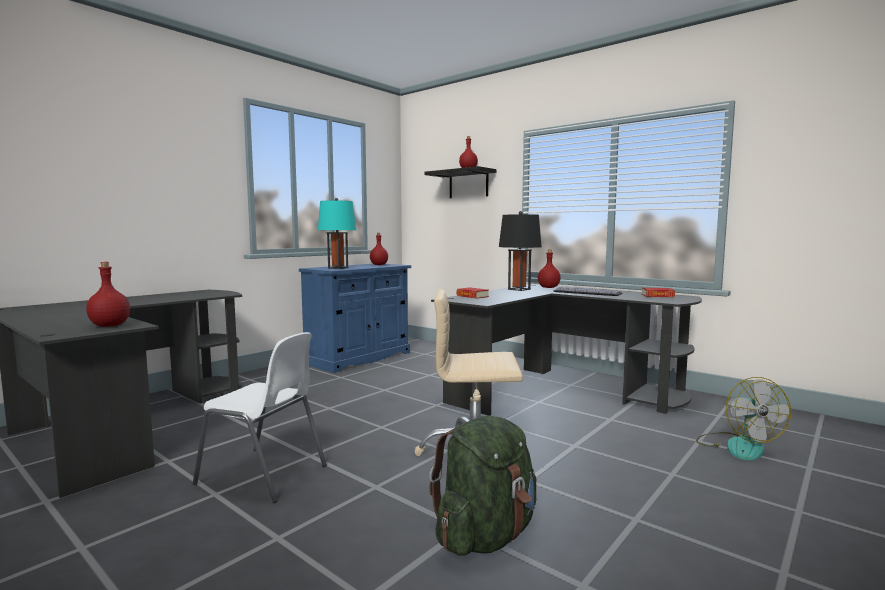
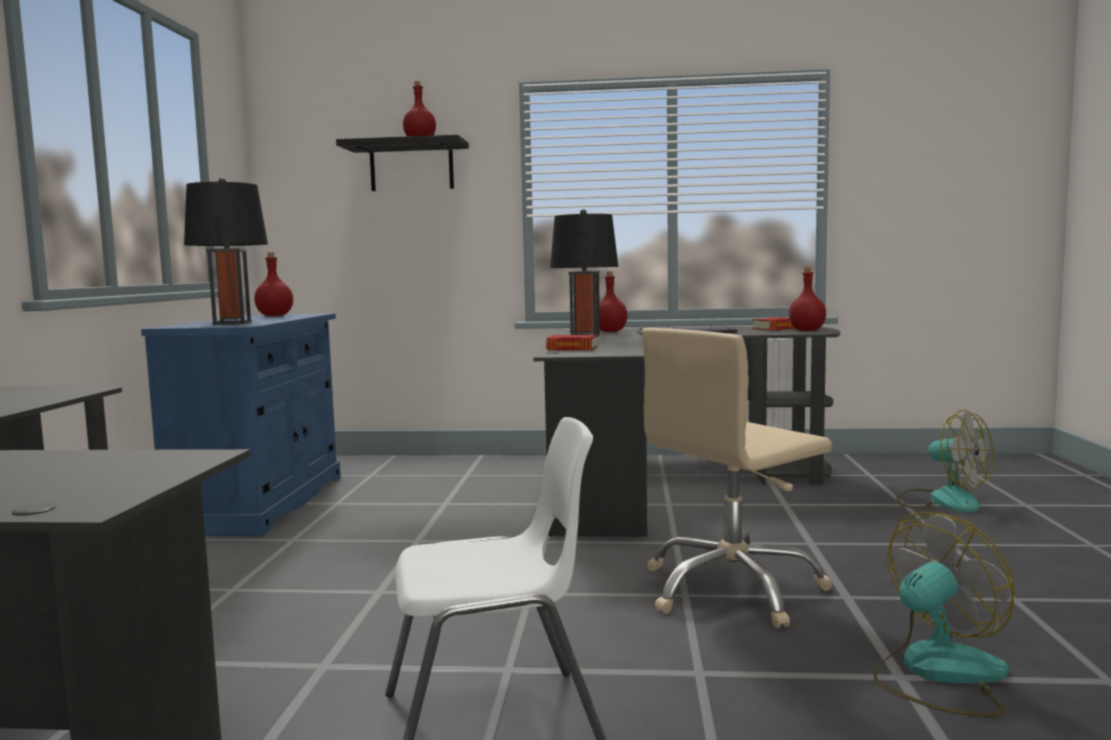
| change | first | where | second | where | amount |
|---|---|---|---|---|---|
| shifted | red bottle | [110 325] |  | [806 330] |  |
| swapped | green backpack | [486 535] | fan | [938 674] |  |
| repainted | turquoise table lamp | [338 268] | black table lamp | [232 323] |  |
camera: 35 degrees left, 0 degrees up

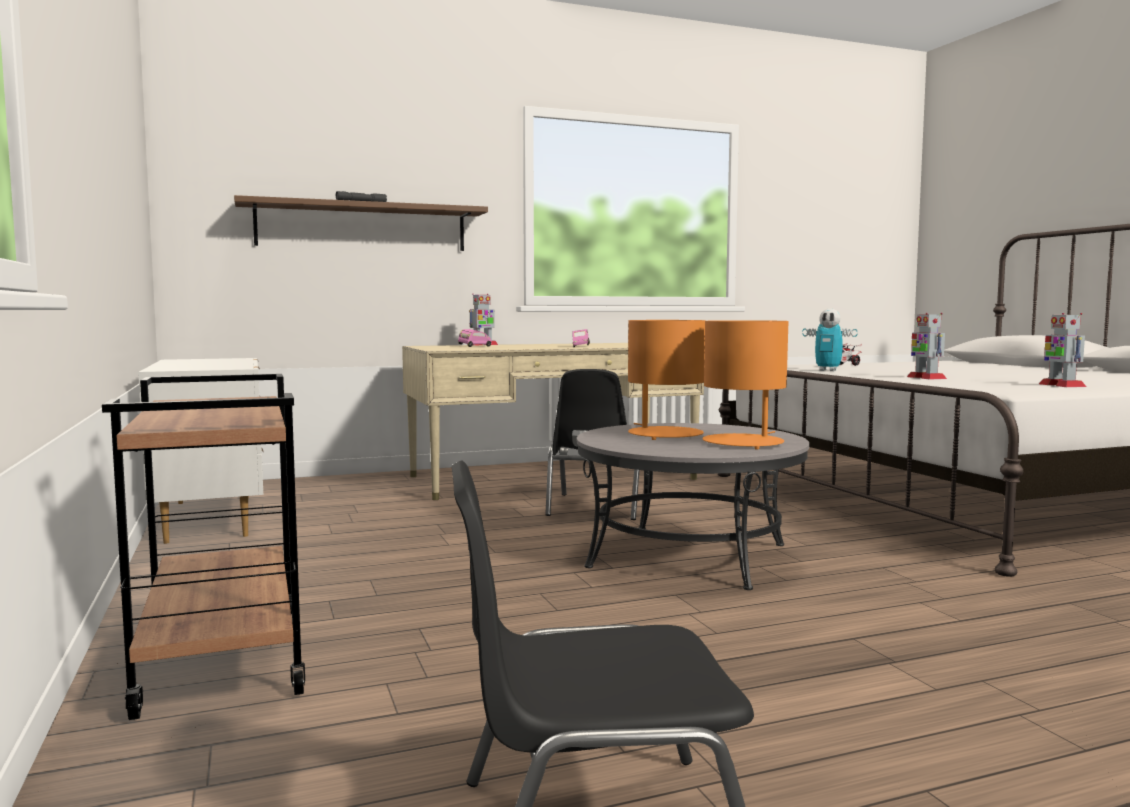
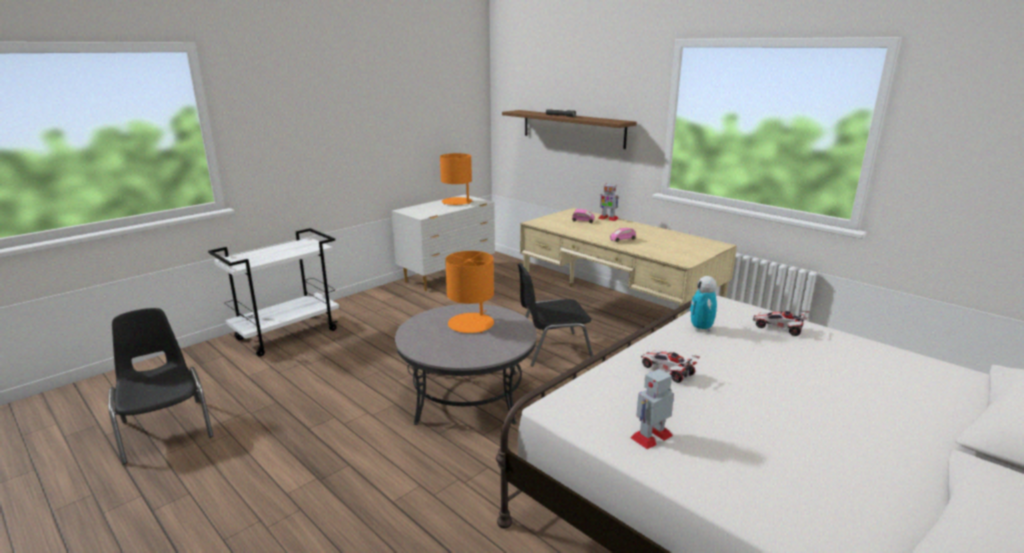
| change | first | where | second | where | amount |
|---|---|---|---|---|---|
| shifted | orange table lamp | [743 443] |  | [457 202] |  |
| swapped | toy robot | [925 378] | toy car | [667 371] |  |
| repainted | brown cart | [220 658] | white cart | [288 334] |  |
camera: 65 degrees right, 15 degrees up

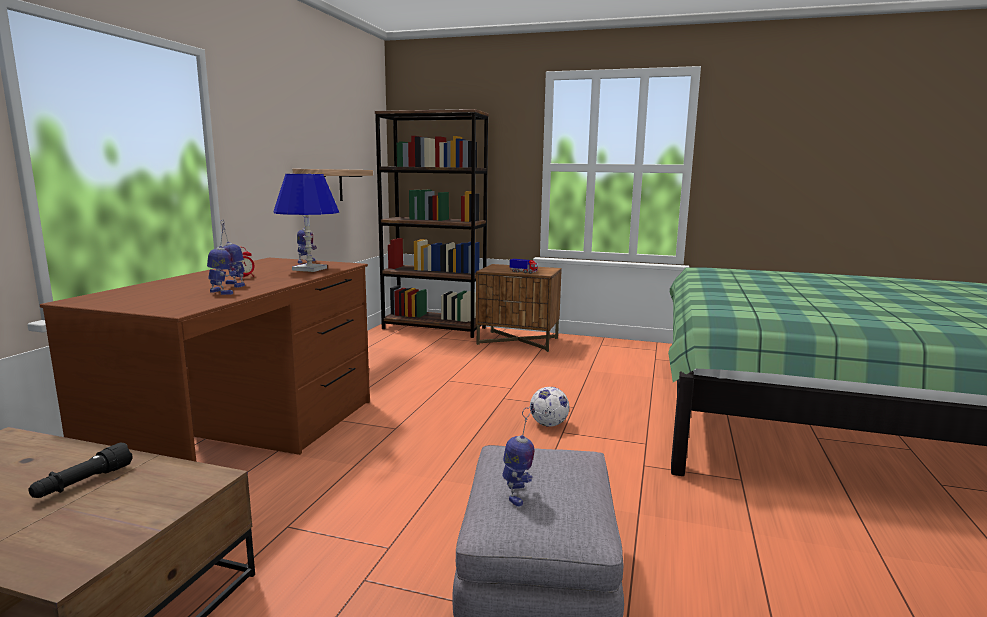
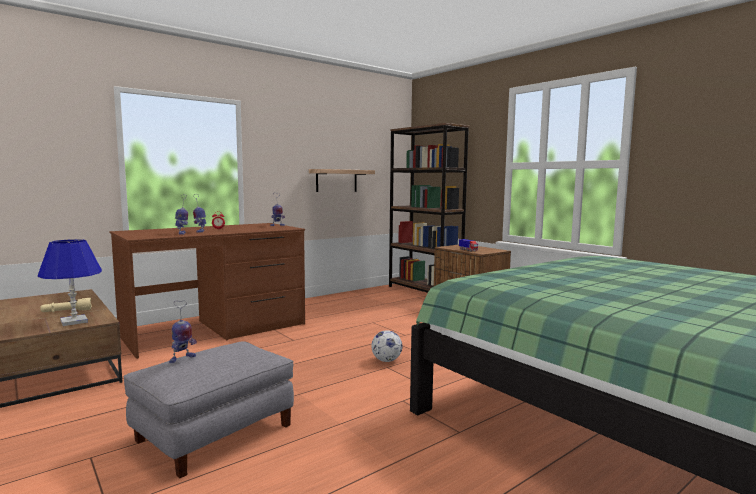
| change | first | where | second | where | amount |
|---|---|---|---|---|---|
| shifted | blue table lamp | [309 269] |  | [74 321] |  |
| repainted | black flashlight | [83 483] | beige flashlight | [67 312] |  |
camera: 35 degrees right, 5 degrees down

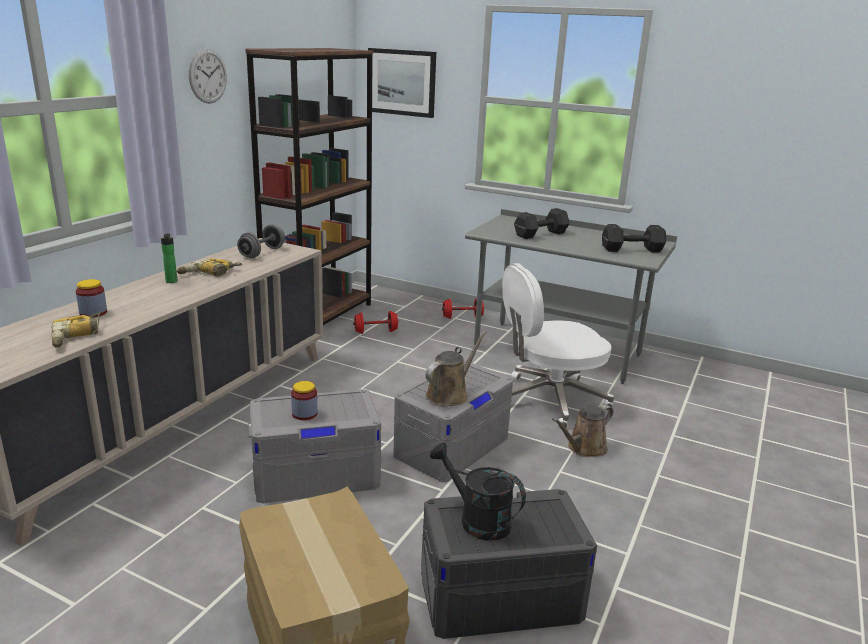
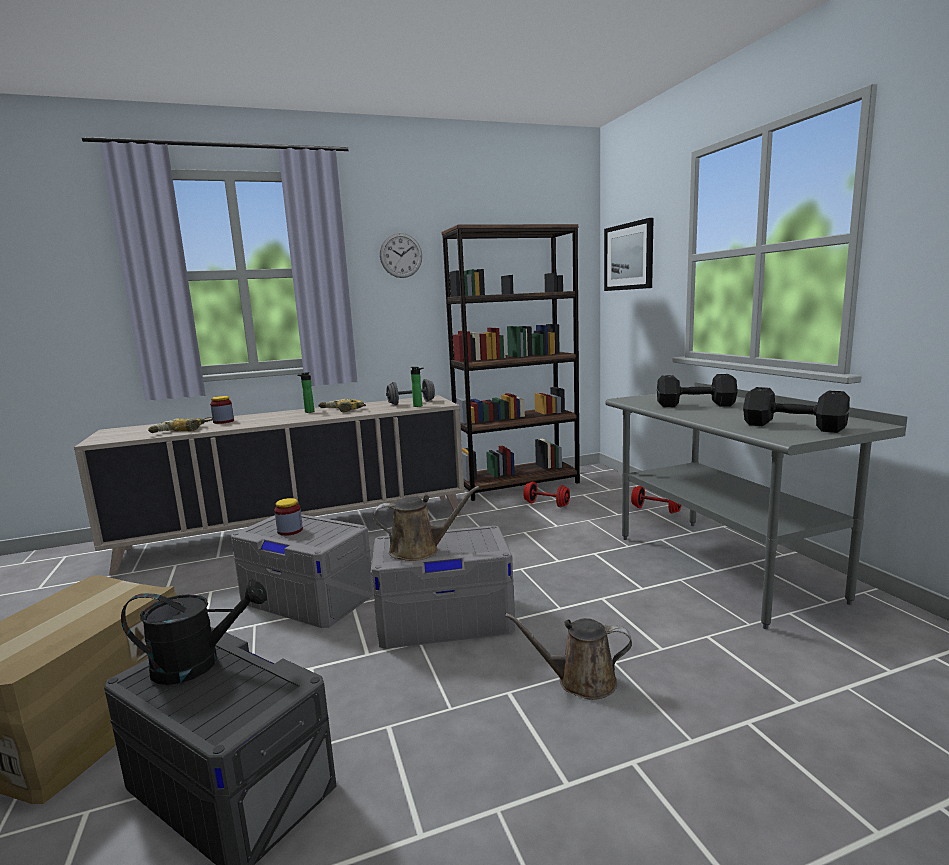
| change | first | where | second | where | amount |
|---|---|---|---|---|---|
| gone | white office chair | [549 400] |  |  |  |
| new |  |  | bottle | [419 406] |  |
| rotated | black watering can | [477 519] |  | [198 663] | 90 degrees clockwise |
camera: 45 degrees right, 10 degrees down

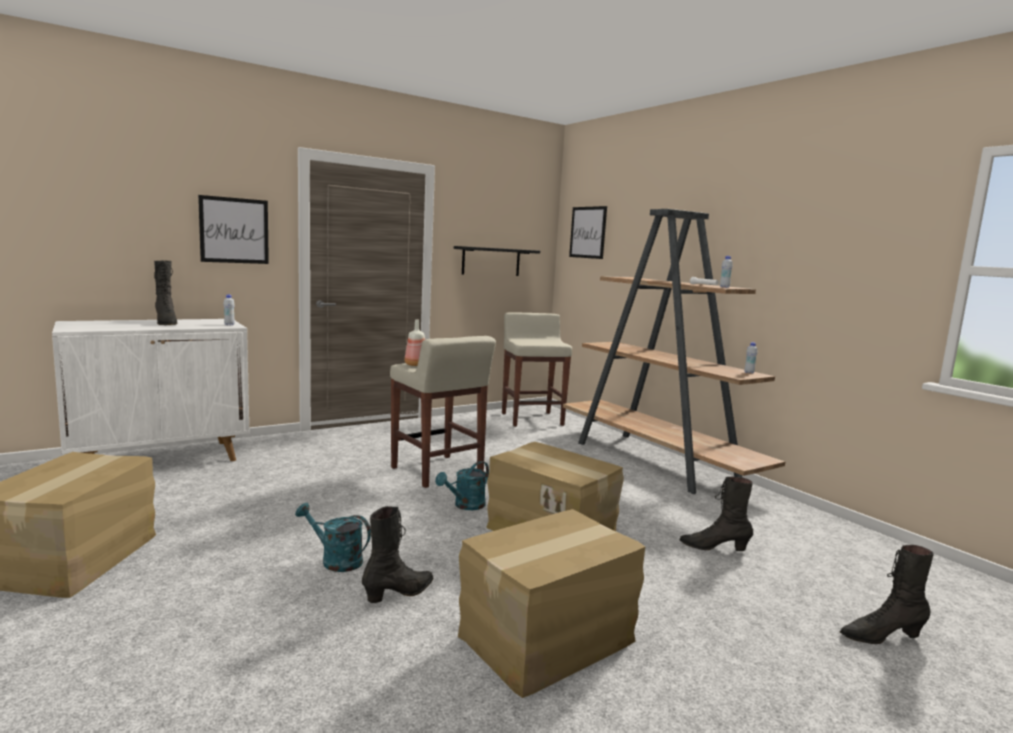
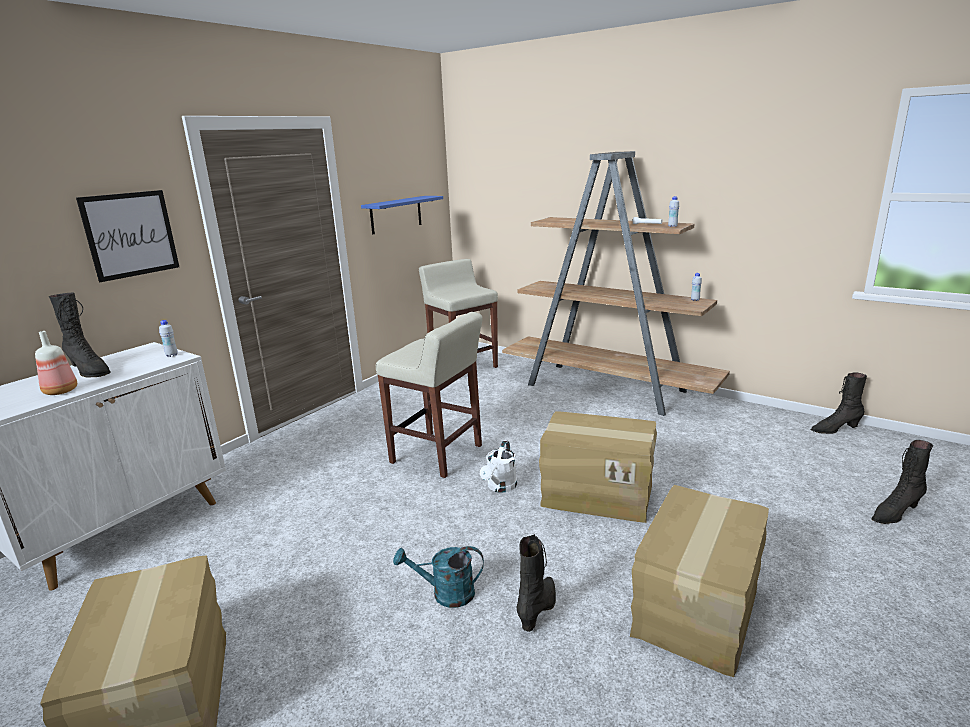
| change | first | where | second | where | amount |
|---|---|---|---|---|---|
| gone | picture | [588 232] |  |  |  |
| shifted | bottle | [414 365] |  | [59 391] |  |
| shifted | black boot | [714 548] |  | [835 429] |  |
| repainted | turquoise watering can | [465 506] | white watering can | [500 487] |  |
| repainted | black shelf | [491 261] | blue shelf | [396 214] |  |
camera: 20 degrees left, 10 degrees up

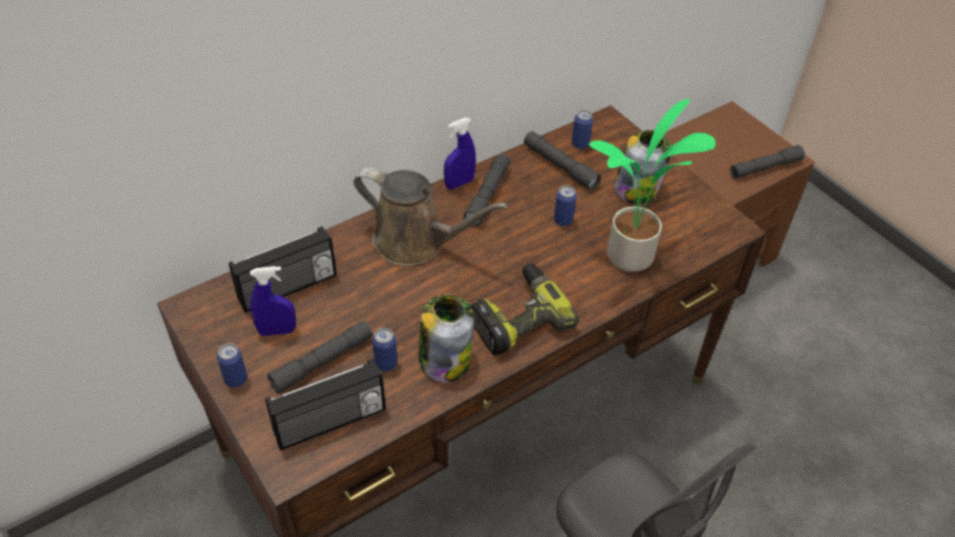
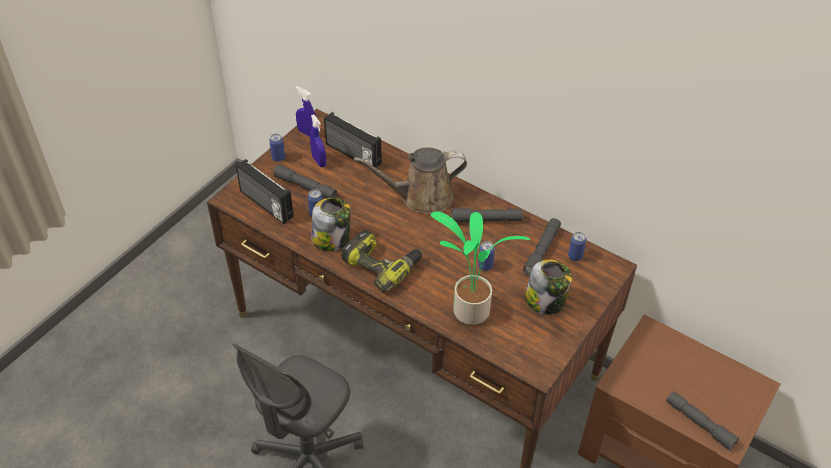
| change | first | where | second | where | amount |
|---|---|---|---|---|---|
| shifted | blue spray bottle | [459 183] |  | [307 133] |  |
| rotated | brown watering can | [416 242] |  | [421 197] | 75 degrees clockwise |
camera: 70 degrees right, 0 degrees up

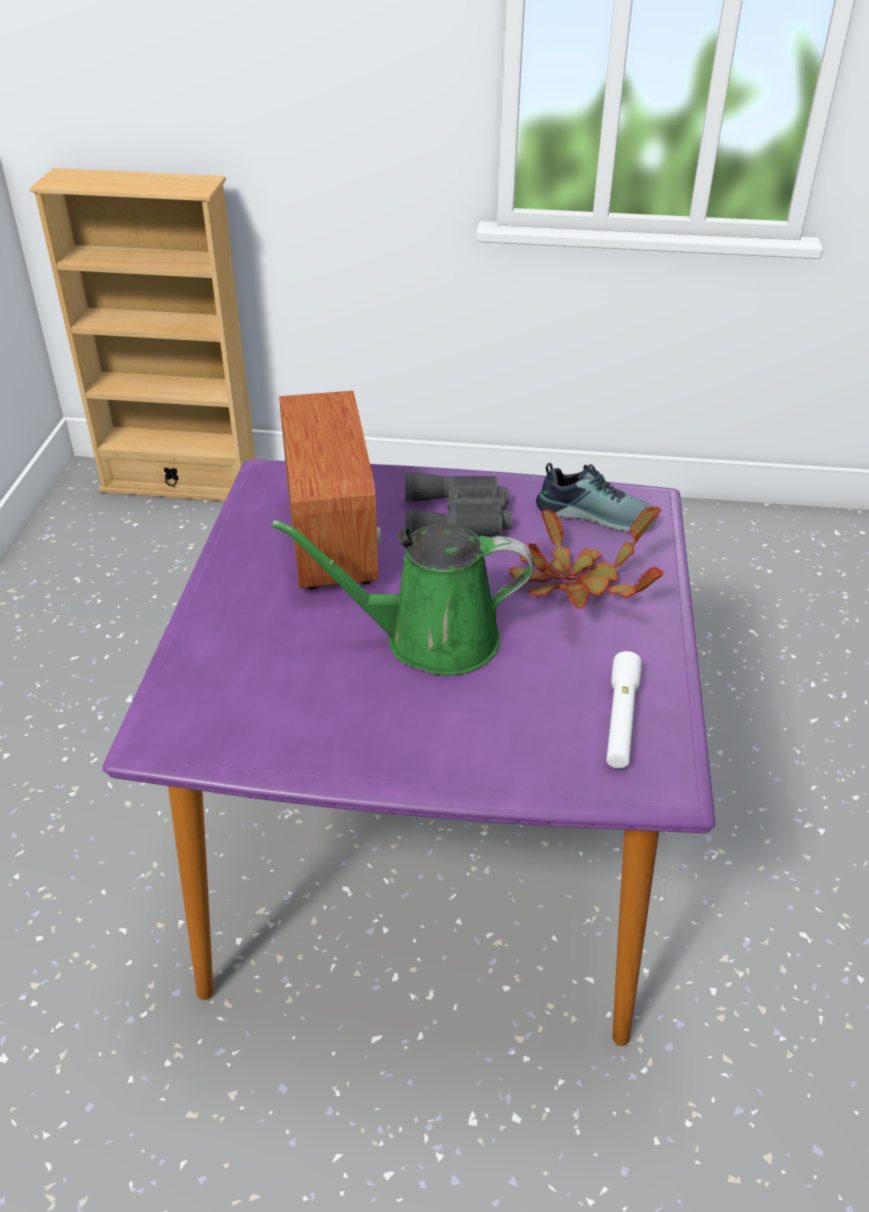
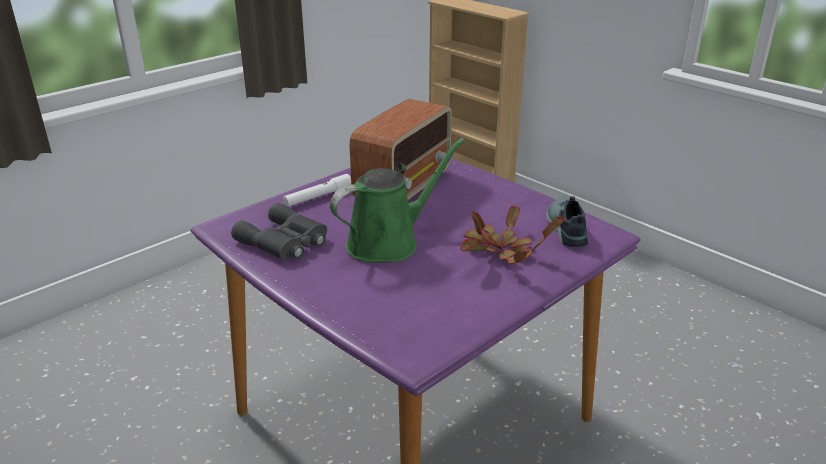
| change | first | where | second | where | amount |
|---|---|---|---|---|---|
| shifted | grey binoculars | [459 517] |  | [285 242] |  |
| shifted | white flashlight | [621 719] |  | [318 197] |  |
| rotated | green watering can | [429 639] |  | [388 242] | 105 degrees clockwise |
| rotated | shoe | [596 513] |  | [565 228] | 150 degrees counterclockwise |
camera: 40 degrees right, 10 degrees down

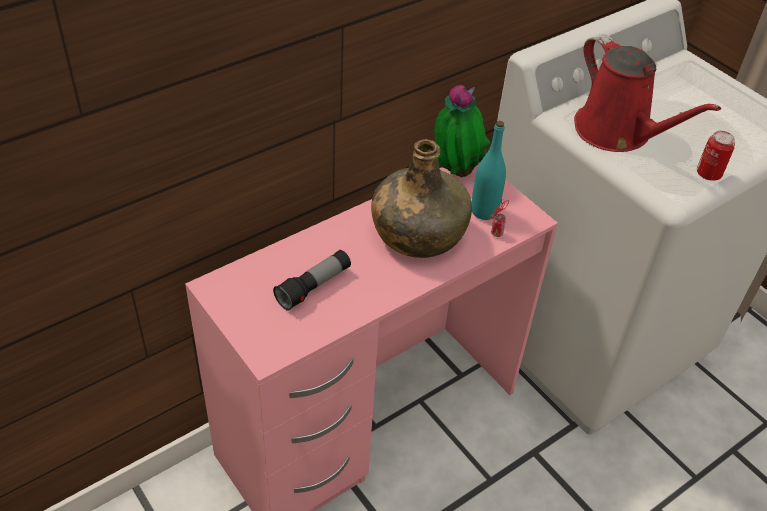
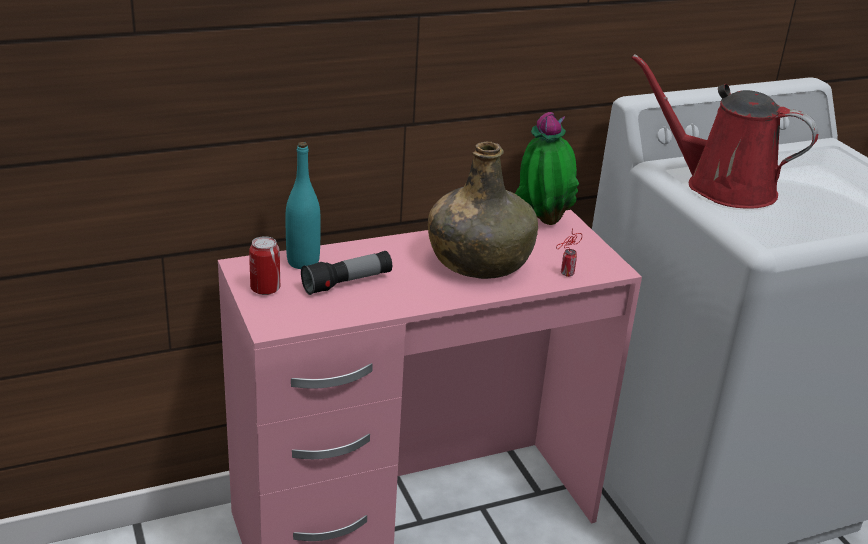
| change | first | where | second | where | amount |
|---|---|---|---|---|---|
| shifted | turquoise bottle | [484 211] |  | [303 262] |  |
| shifted | can | [708 174] |  | [265 289] |  |
| rotated | red watering can | [617 133] |  | [721 186] | 135 degrees clockwise |
camera: 15 degrees right, 15 degrees down

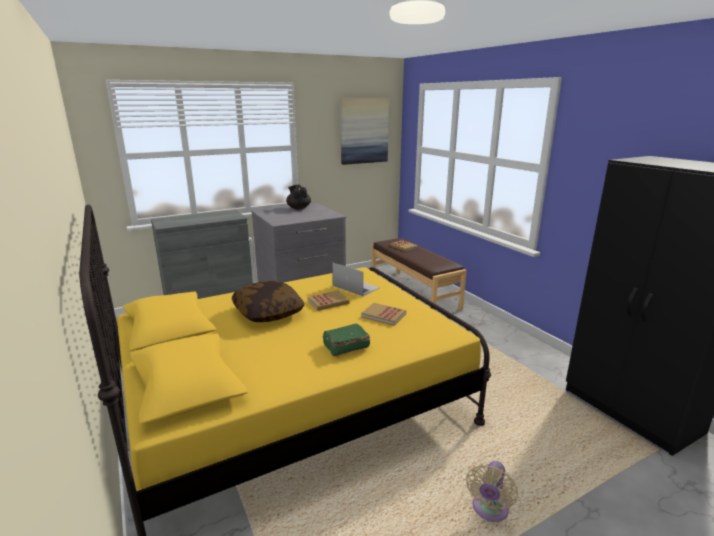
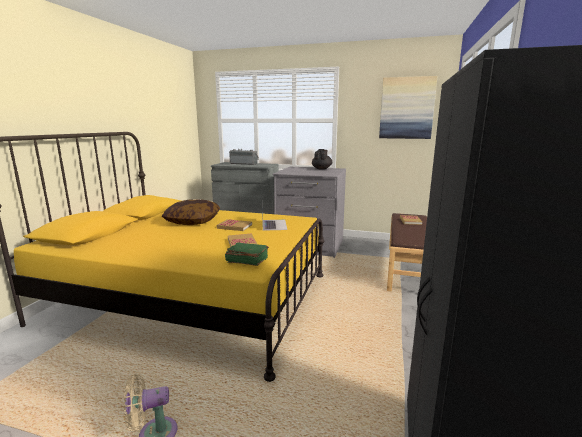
| change | first | where | second | where | amount |
|---|---|---|---|---|---|
| new |  |  | radio | [244 164] |  |
| shifted | green book | [345 347] |  | [247 260] |  |
camera: 45 degrees right, 5 degrees down

